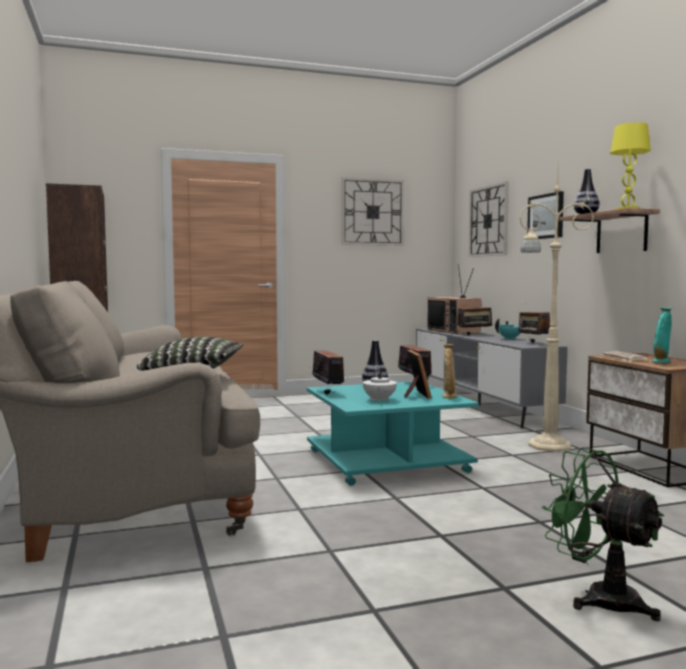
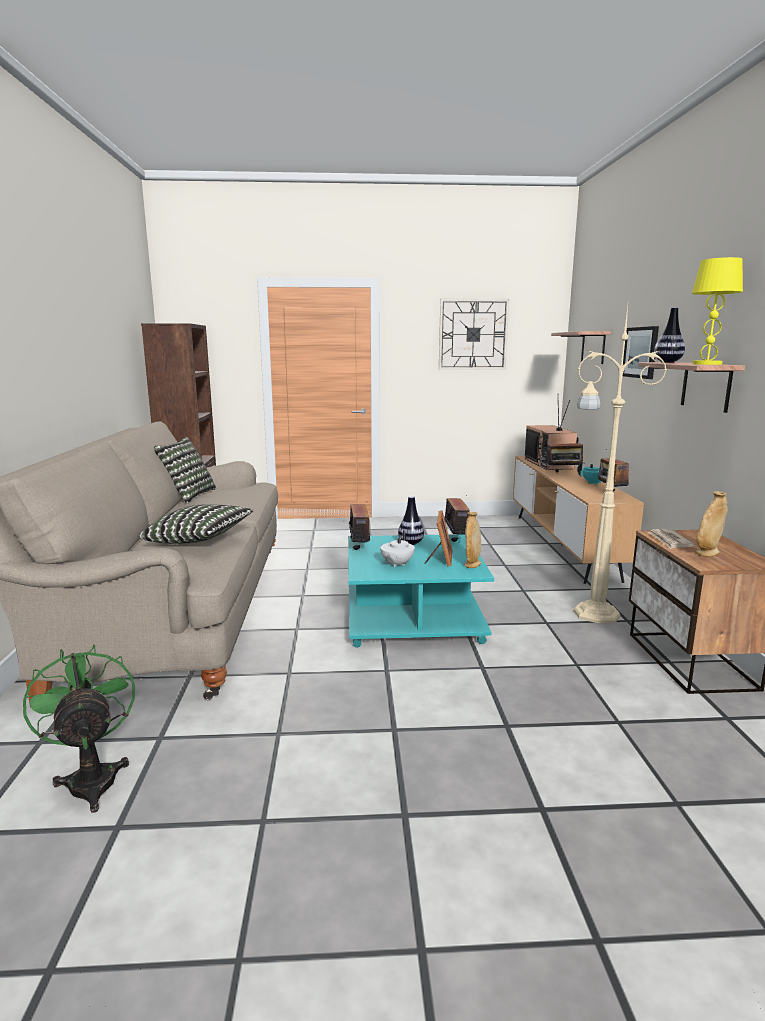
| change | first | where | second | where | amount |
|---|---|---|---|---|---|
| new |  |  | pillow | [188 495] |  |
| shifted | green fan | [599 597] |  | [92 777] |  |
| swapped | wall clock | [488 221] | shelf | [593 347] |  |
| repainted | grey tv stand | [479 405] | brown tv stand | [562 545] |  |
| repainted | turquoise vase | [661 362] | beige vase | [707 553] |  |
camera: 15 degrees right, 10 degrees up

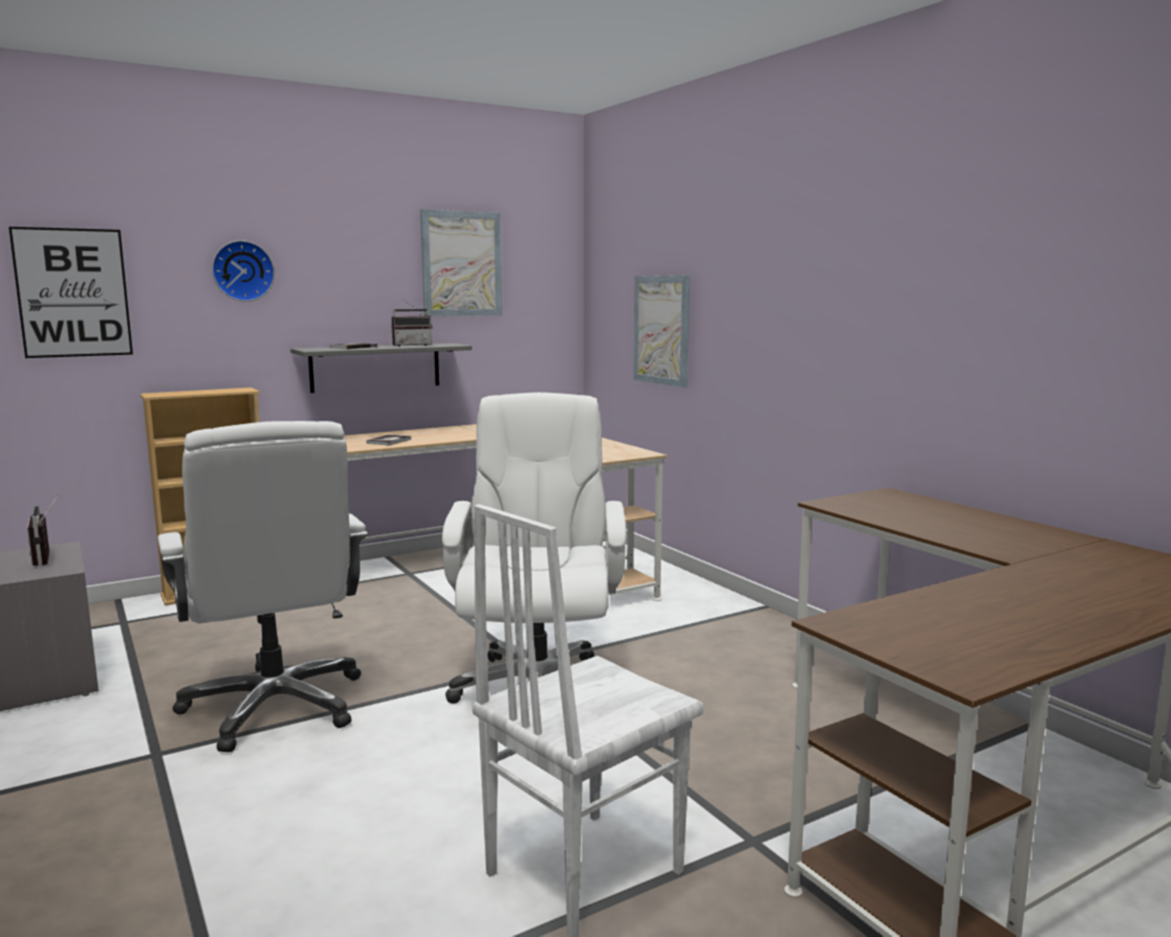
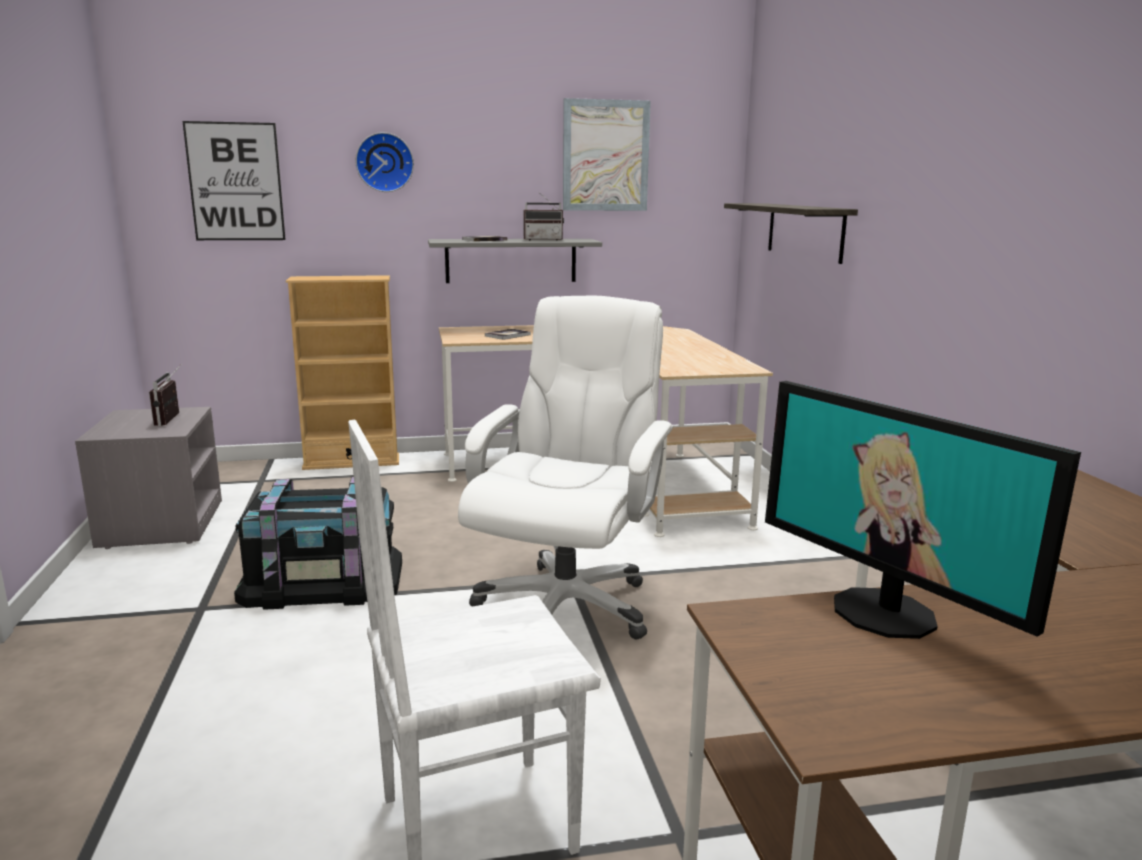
| change | first | where | second | where | amount |
|---|---|---|---|---|---|
| new |  |  | monitor | [885 612] |  |
| swapped | white office chair | [275 706] | black storage box | [322 581] |  |
| swapped | picture | [661 330] | shelf | [804 231] |  |
camera: 20 degrees right, 5 degrees up

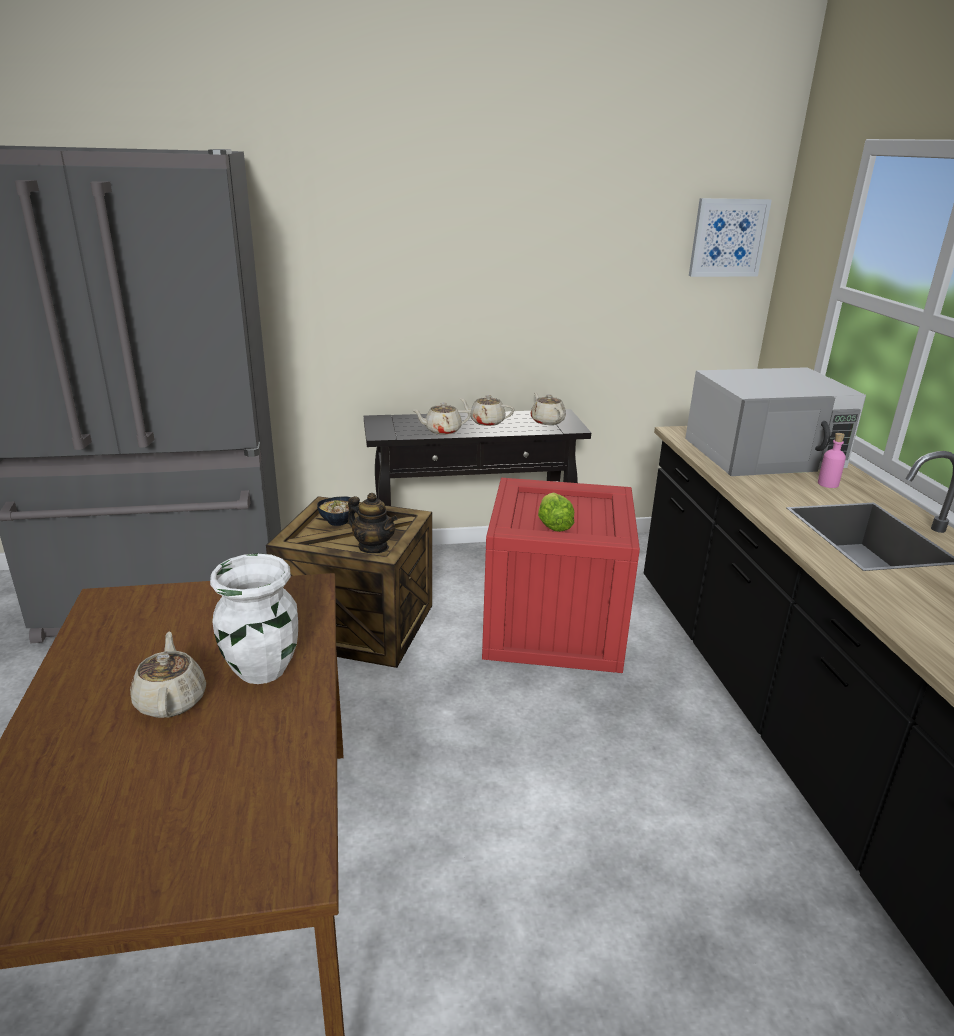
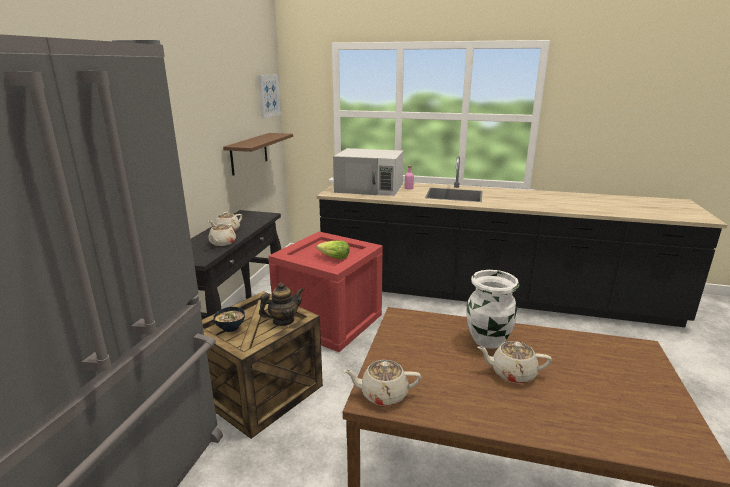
| change | first | where | second | where | amount |
|---|---|---|---|---|---|
| new |  |  | brown shelf | [249 153] |  |
| shifted | beige teapot | [547 421] |  | [383 394] |  |
| rotated | white microwave | [764 453] |  | [369 188] | 90 degrees clockwise |
camera: 65 degrees left, 5 degrees down

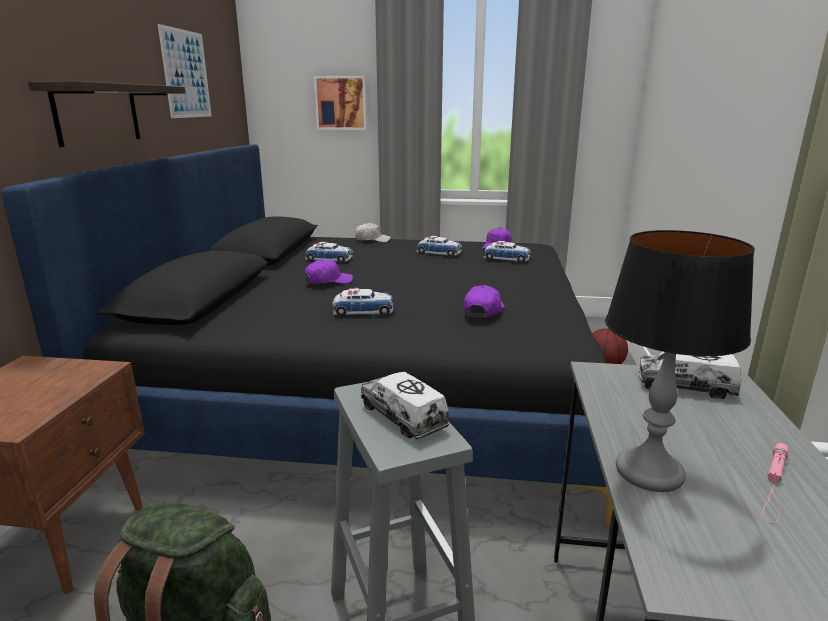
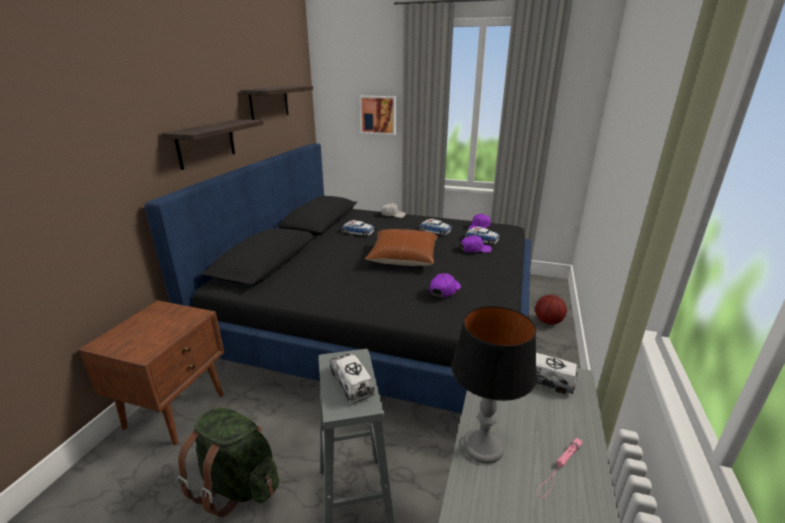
| change | first | where | second | where | amount |
|---|---|---|---|---|---|
| gone | toy car | [363 310] |  |  |  |
| new |  |  | brown pillow | [403 257] |  |
| shifted | purple cap | [328 281] |  | [475 249] |  |
| swapped | picture | [186 74] | shelf | [269 103] |  |
camera: 10 degrees right, 5 degrees up

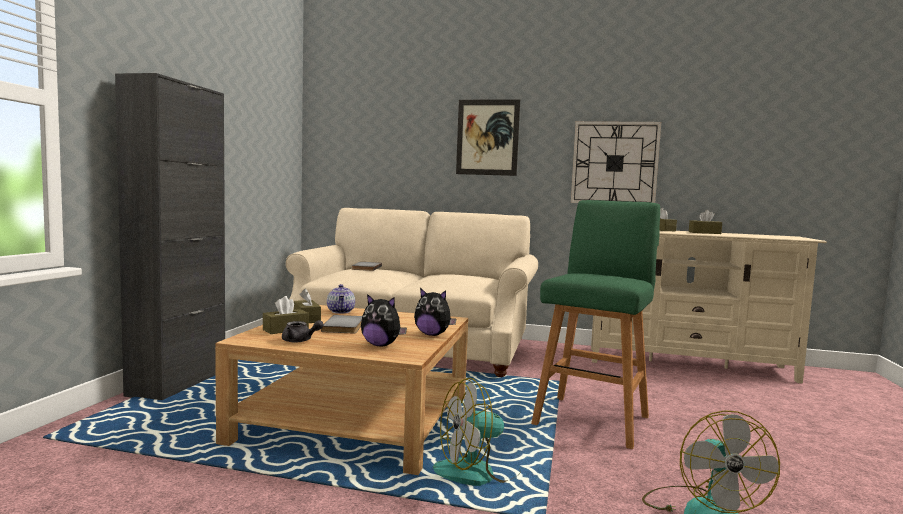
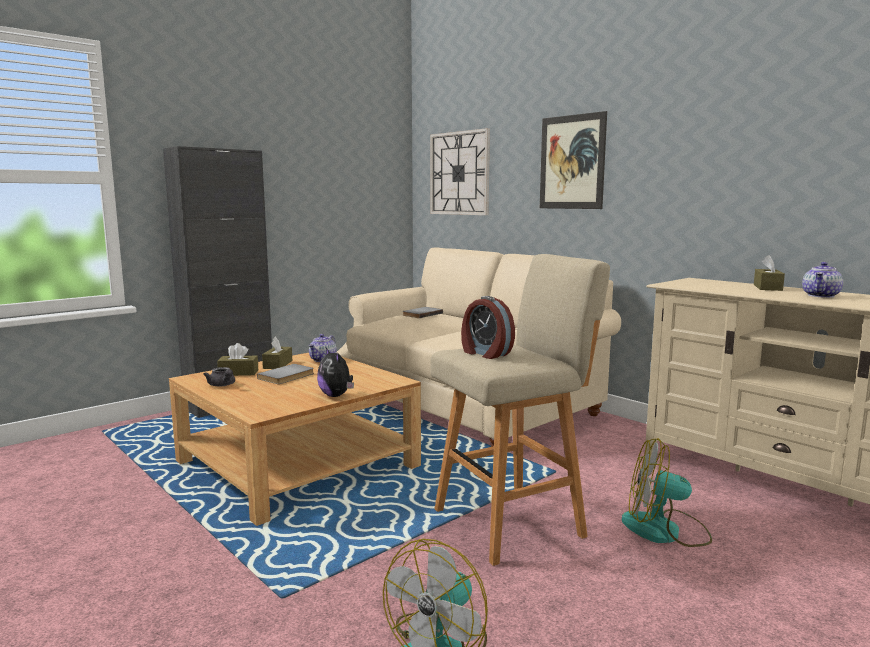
| change | first | where | second | where | amount |
|---|---|---|---|---|---|
| gone | plush toy | [381 345] |  |  |  |
| new |  |  | alarm clock | [485 353] |  |
| shifted | fan | [477 472] |  | [665 530] |  |
| shifted | wall clock | [614 163] |  | [459 173] |  |
| swapped | brown tissue box | [704 233] | teapot | [821 296] |  |
| repainted | green stool | [592 419] | beige stool | [512 522] |  |
camera: 35 degrees right, 5 degrees up

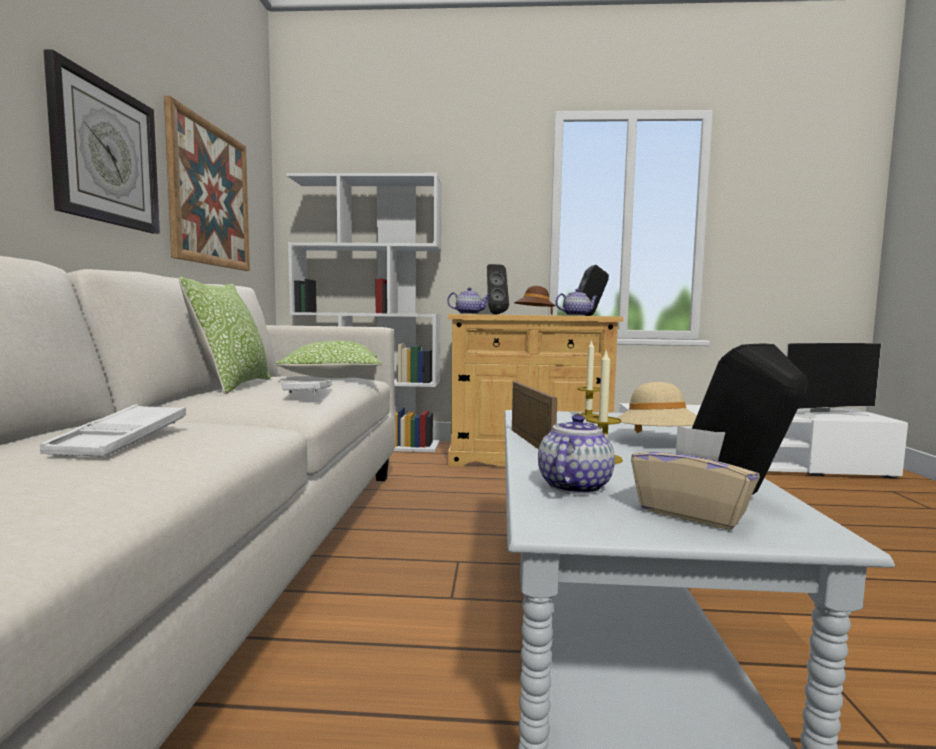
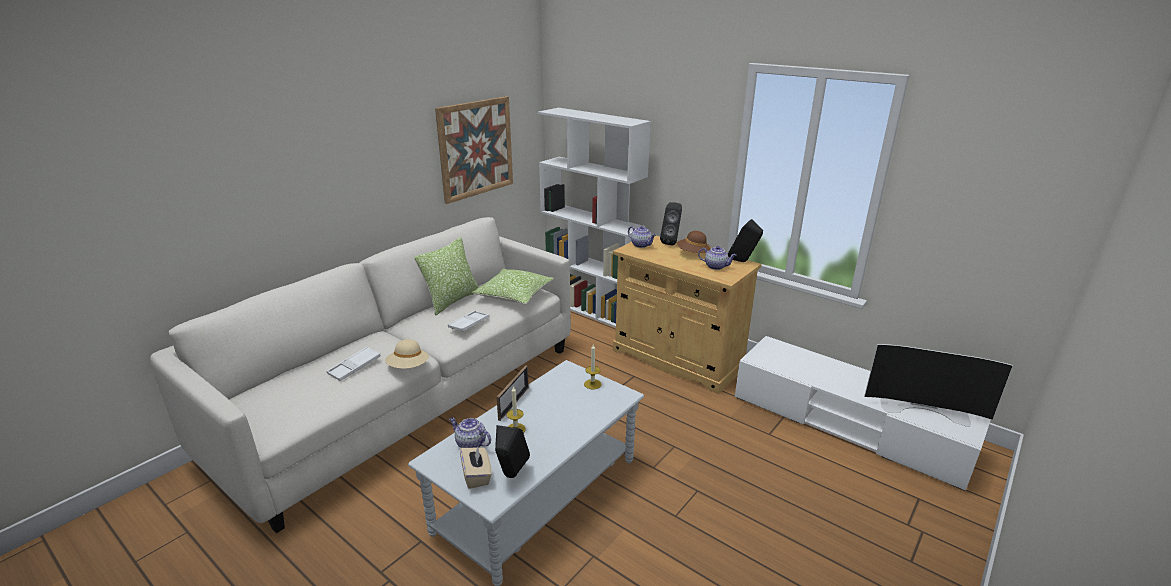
| change | first | where | second | where | amount |
|---|---|---|---|---|---|
| gone | wall clock | [105 154] |  |  |  |
| shifted | beige hat | [658 442] |  | [408 367] |  |
| rotated | teapot | [574 486] |  | [470 444] | 120 degrees counterclockwise |
camera: 35 degrees right, 20 degrees up

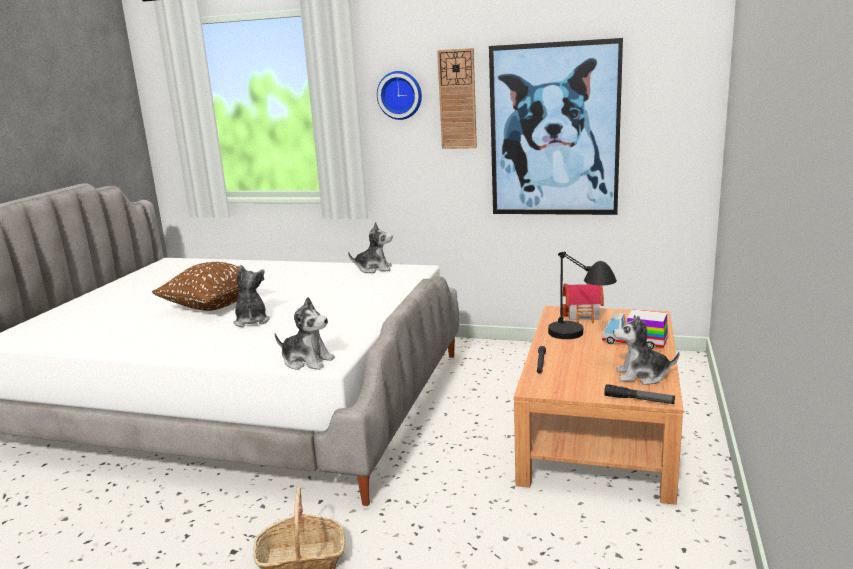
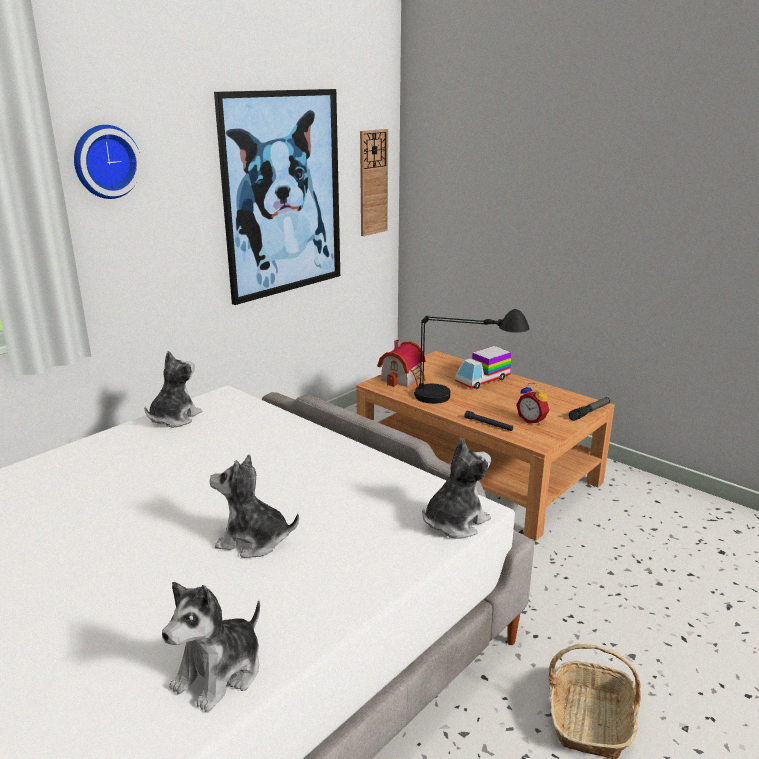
| change | first | where | second | where | amount |
|---|---|---|---|---|---|
| gone | brown pillow | [212 306] |  |  |  |
| new |  |  | alarm clock | [532 420] |  |
| shifted | wall clock | [457 99] |  | [373 183] |  |
| shifted | plush toy | [642 376] |  | [220 673] |  |
camera: 65 degrees left, 5 degrees up

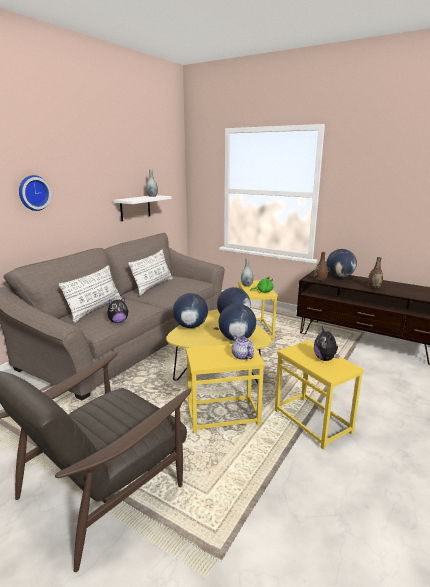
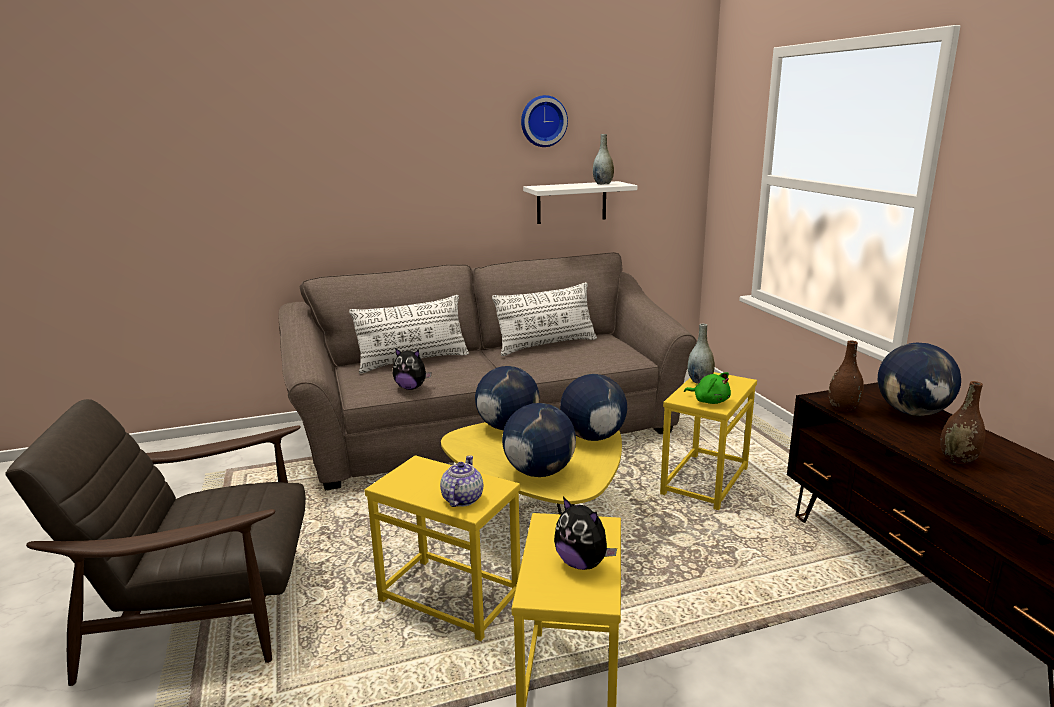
| change | first | where | second | where | amount |
|---|---|---|---|---|---|
| shifted | wall clock | [33 193] |  | [543 121] |  |
| rotated | plush toy | [325 359] |  | [582 563] | 75 degrees counterclockwise |
camera: 40 degrees right, 0 degrees up

